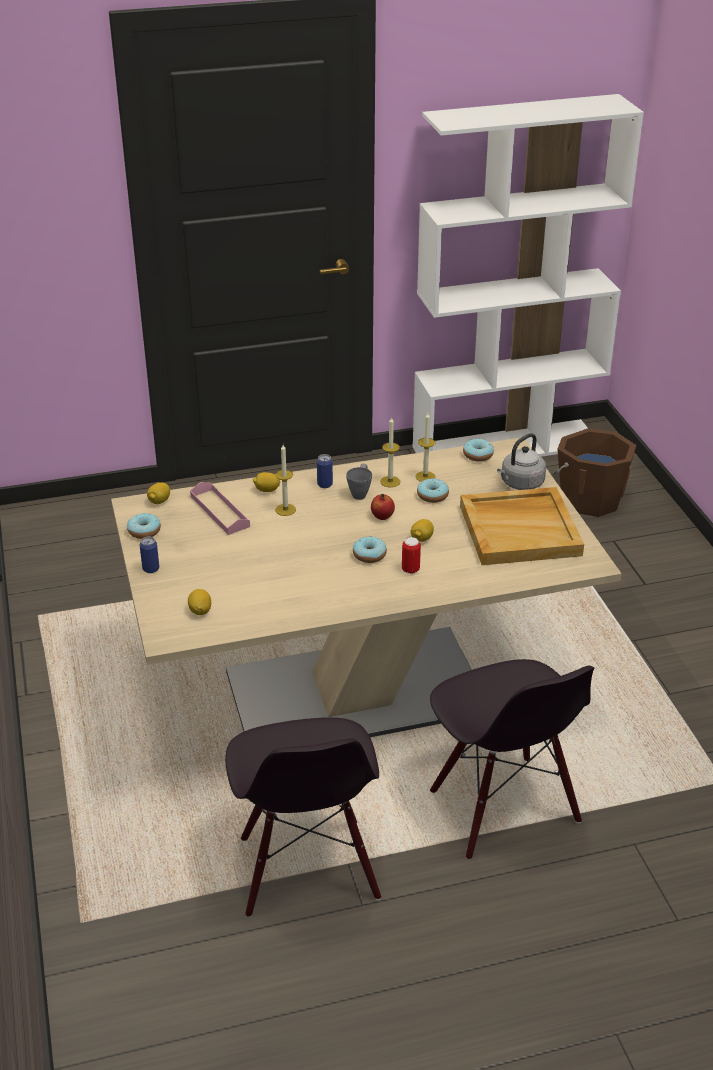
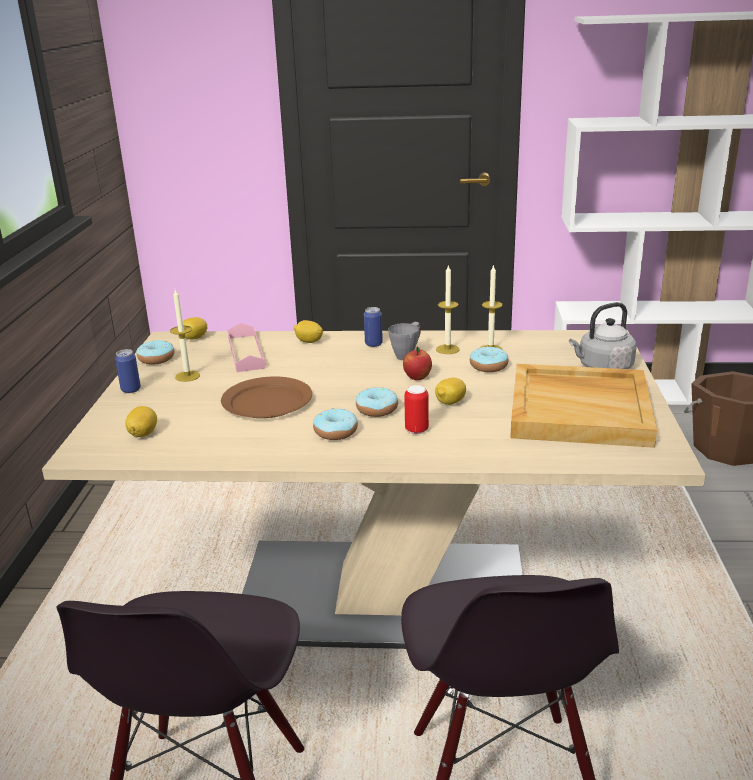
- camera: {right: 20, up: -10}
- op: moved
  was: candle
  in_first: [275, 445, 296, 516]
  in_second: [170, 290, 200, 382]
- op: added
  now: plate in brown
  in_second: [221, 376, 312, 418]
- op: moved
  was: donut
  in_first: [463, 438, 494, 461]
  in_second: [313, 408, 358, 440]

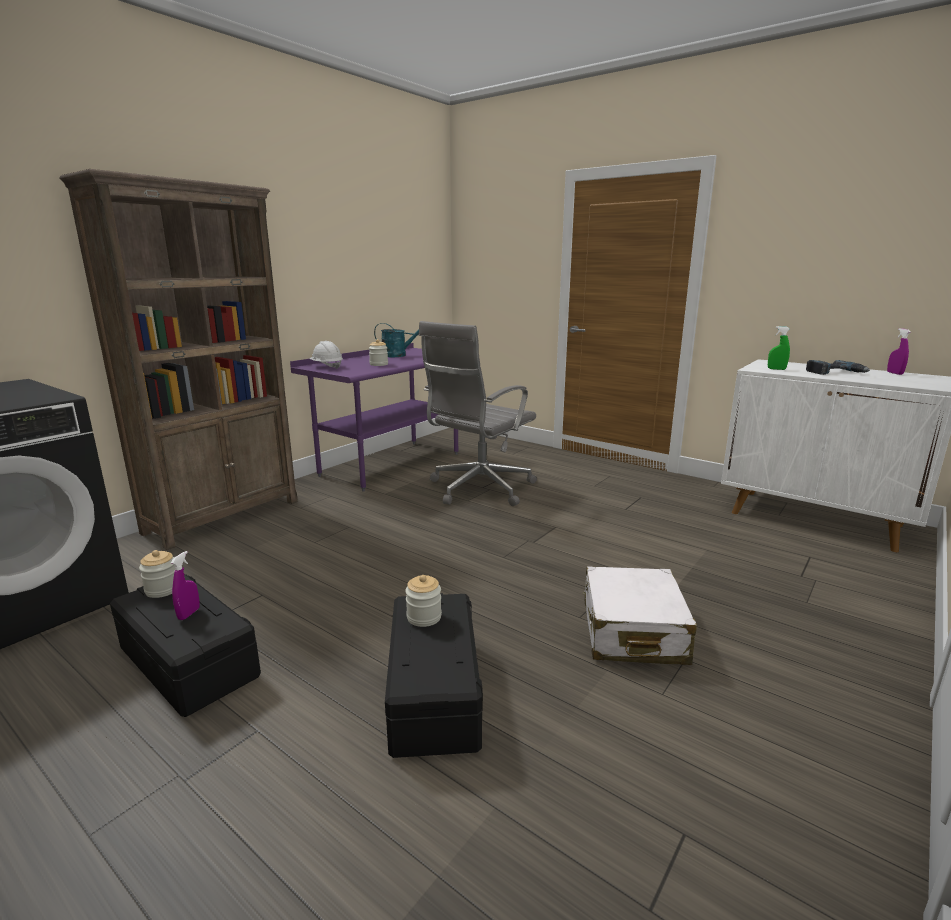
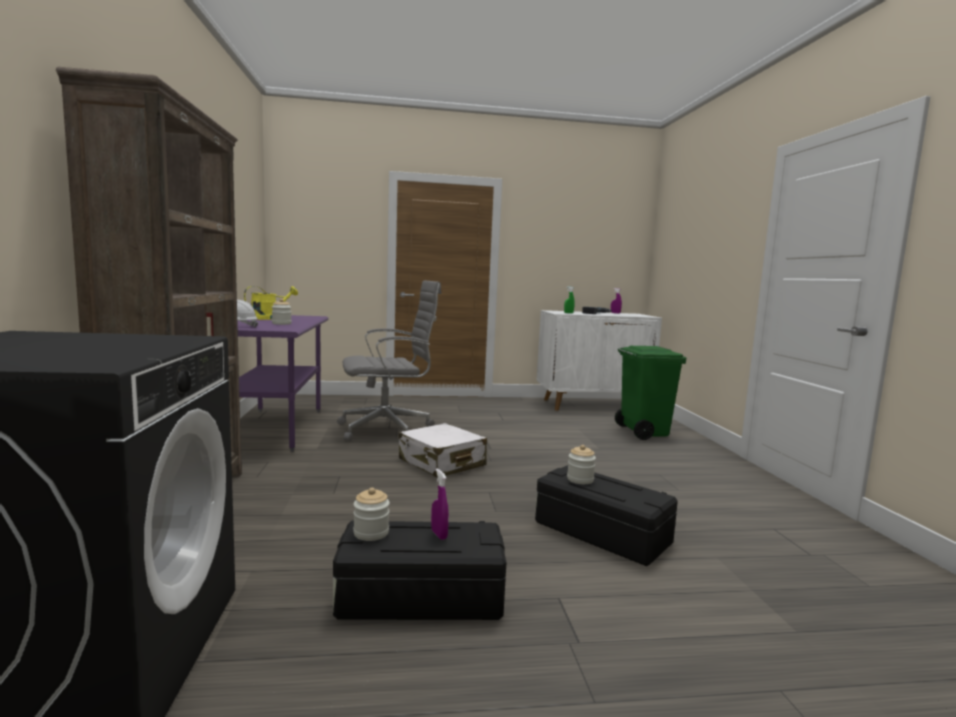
- camera: {right: -45, up: -10}
- op: recoloured
  was: watering can in turquoise
  now: watering can in yellow
  in_first: [374, 323, 419, 357]
  in_second: [244, 286, 298, 320]
- op: turned
  was: office chair in grey
  in_first: [419, 321, 537, 506]
  in_second: [337, 281, 441, 441]
  clockwise: -105
- op: moved
  was: suitcase in white
  in_first: [583, 566, 697, 665]
  in_second: [399, 423, 487, 478]
- op: added
  now: trash can in green
  in_second: [615, 346, 686, 440]

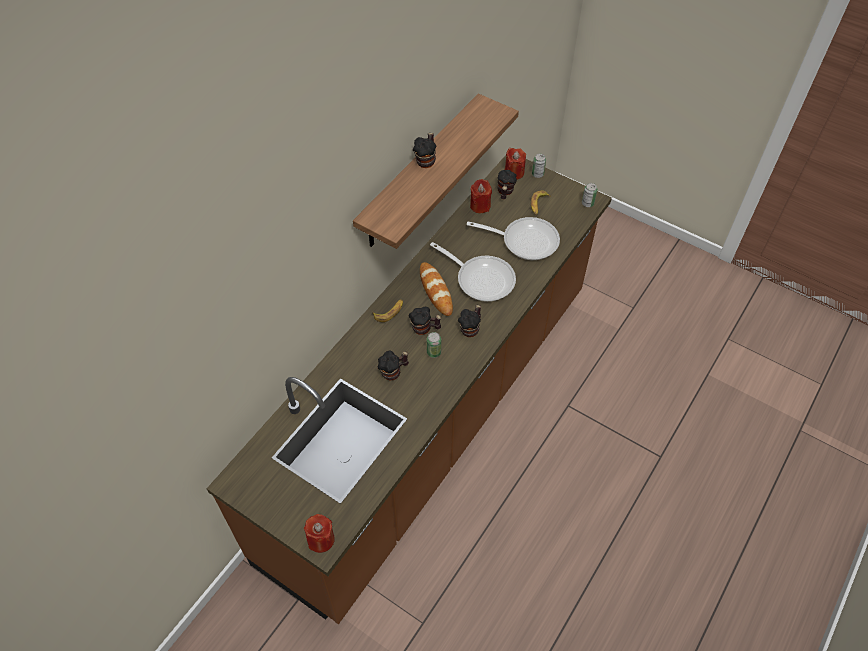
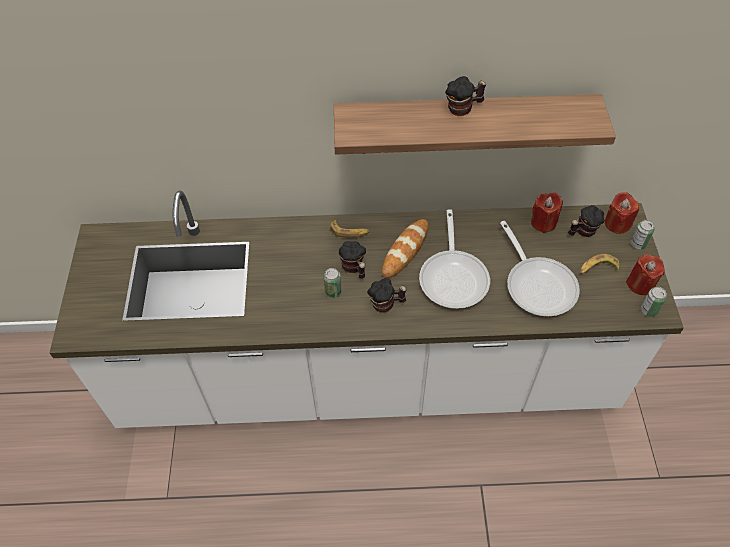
- camera: {right: 55, up: 0}
- op: recoloured
  was: counter in brown
  now: counter in white
  in_first: [207, 155, 612, 624]
  in_second: [50, 191, 684, 428]
- op: moved
  was: candle in red
  in_first: [304, 514, 335, 553]
  in_second: [626, 254, 665, 295]
- op: removed
  was: mug
  in_first: [378, 351, 409, 381]

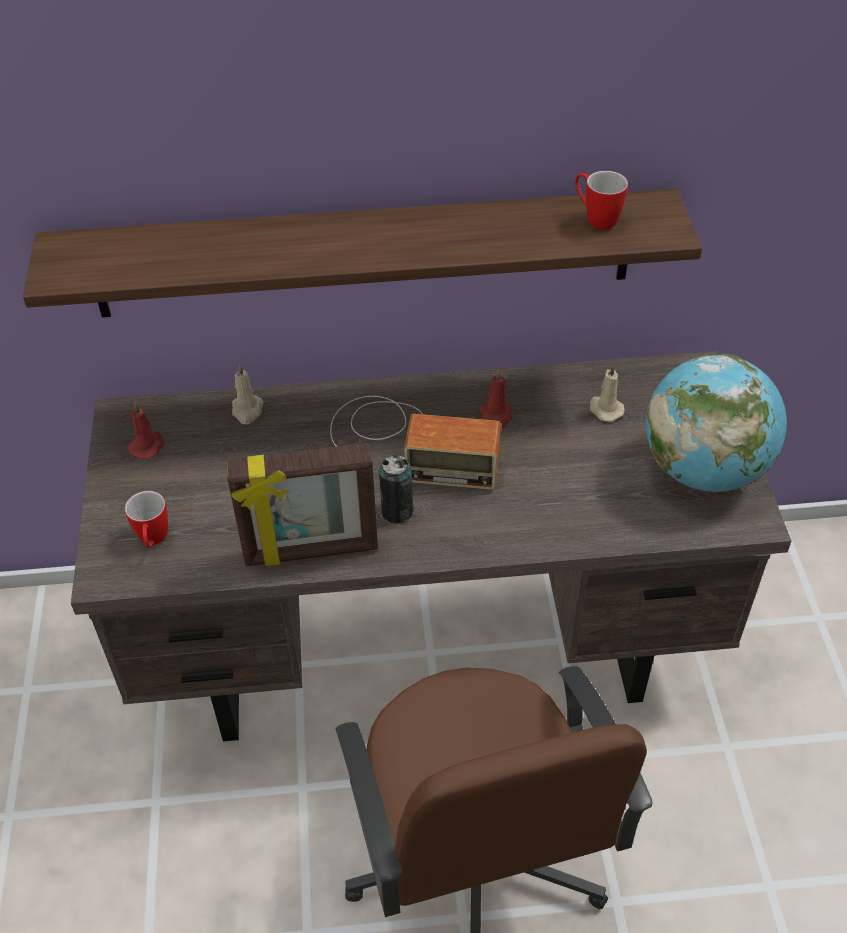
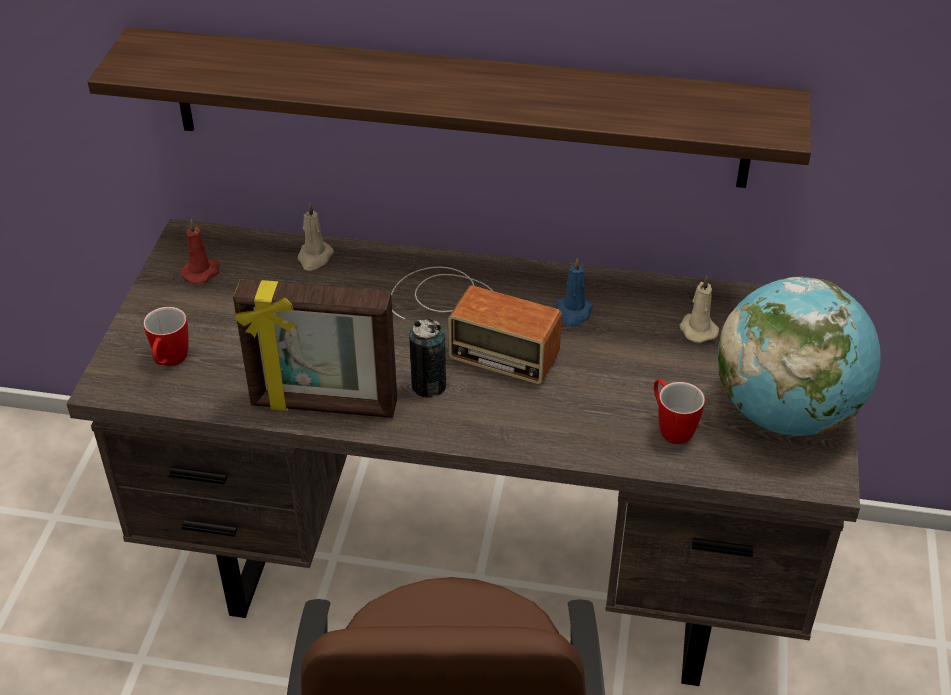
- camera: {right: 15, up: -5}
- op: recoloured
  was: candle in red
  now: candle in blue
  in_first: [480, 369, 512, 429]
  in_second: [558, 257, 593, 327]
- op: moved
  was: mug
  in_first: [575, 171, 628, 230]
  in_second: [654, 379, 705, 444]

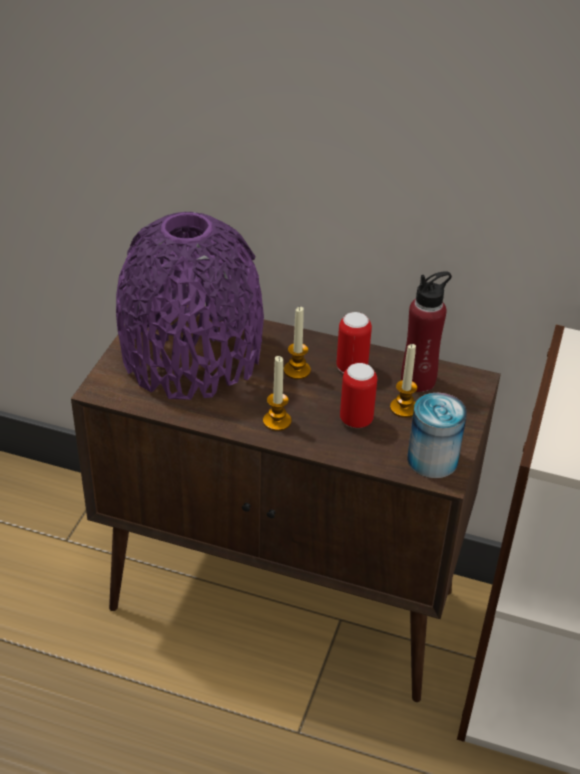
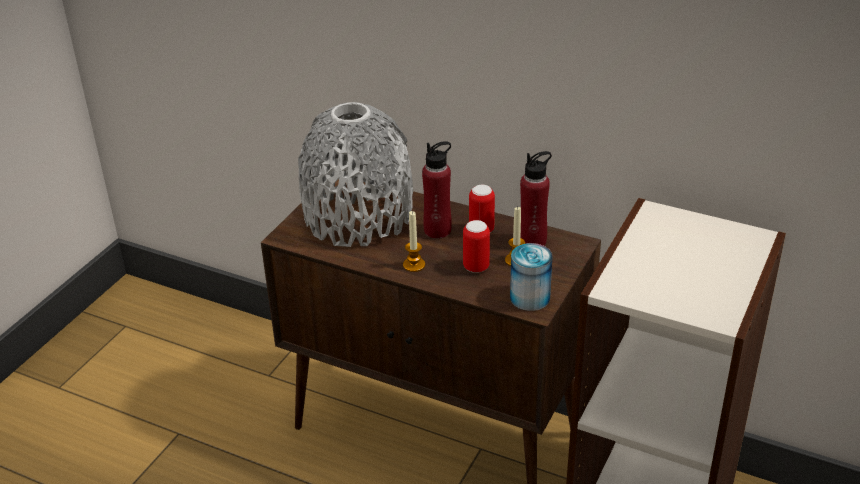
- camera: {right: 10, up: -5}
- op: recoloured
  was: vase in purple
  now: vase in grey
  in_first: [116, 212, 264, 400]
  in_second: [298, 102, 413, 247]
- op: replaced
  was: candle
  now: bottle in red
  in_first: [284, 307, 311, 379]
  in_second: [422, 141, 452, 239]

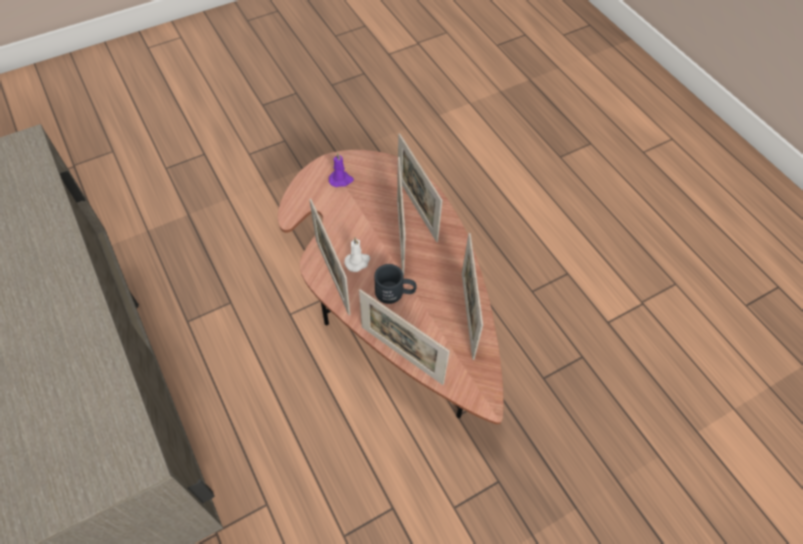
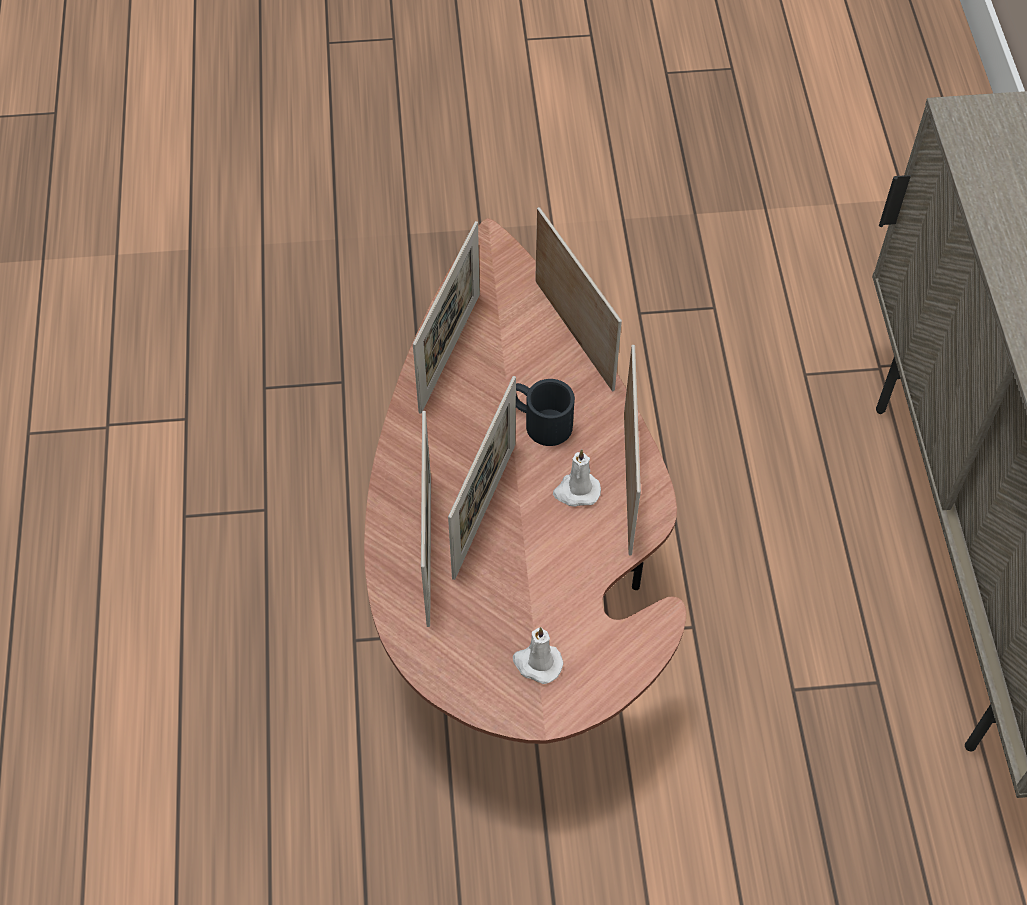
- camera: {right: -155, up: 0}
- op: recoloured
  was: candle in purple
  now: candle in white
  in_first: [329, 152, 354, 187]
  in_second: [513, 627, 563, 684]

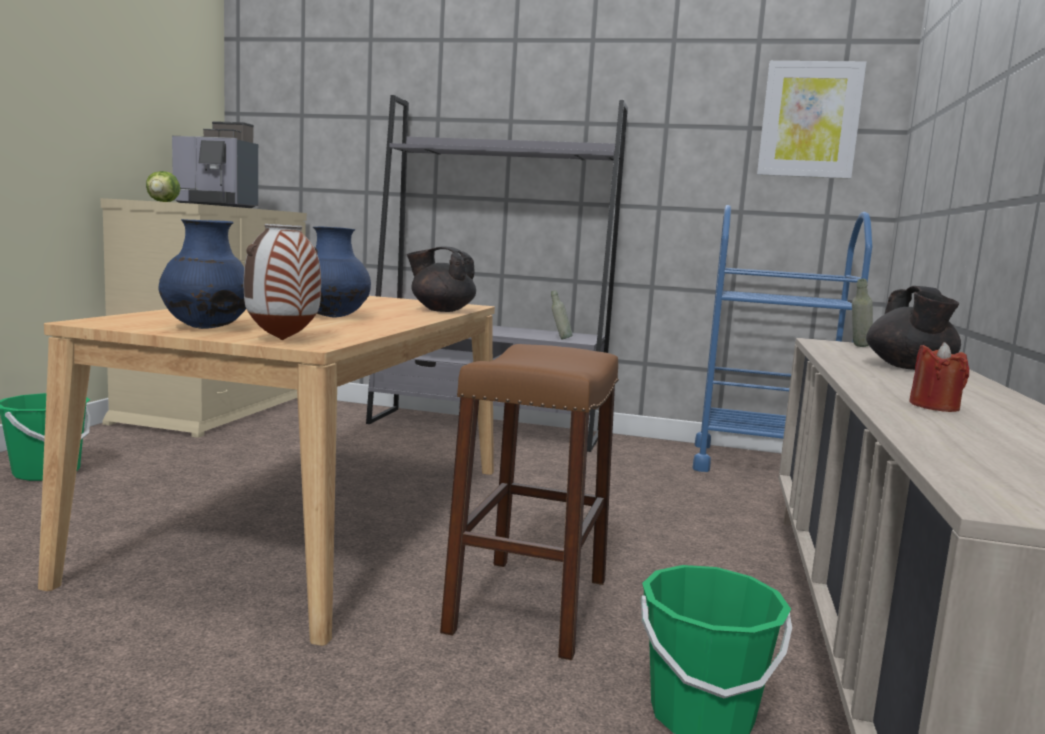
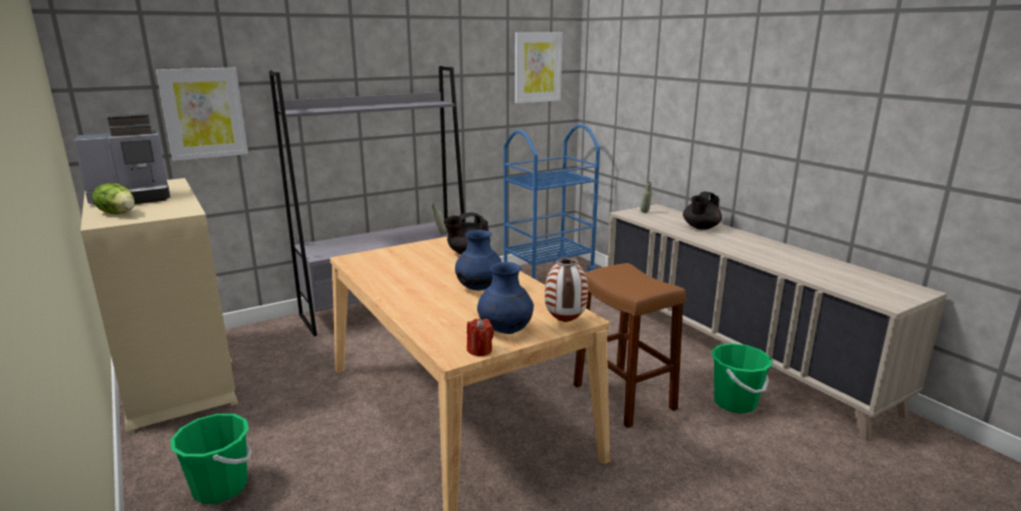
- camera: {right: -45, up: 10}
- op: added
  now: picture
  in_second: [156, 68, 248, 161]
- op: moved
  was: candle in red
  in_first: [909, 342, 969, 412]
  in_second: [467, 318, 494, 356]
- op: turned
  was: teapot in black
  in_first: [866, 286, 961, 370]
  in_second: [683, 191, 722, 230]
  clockwise: 75

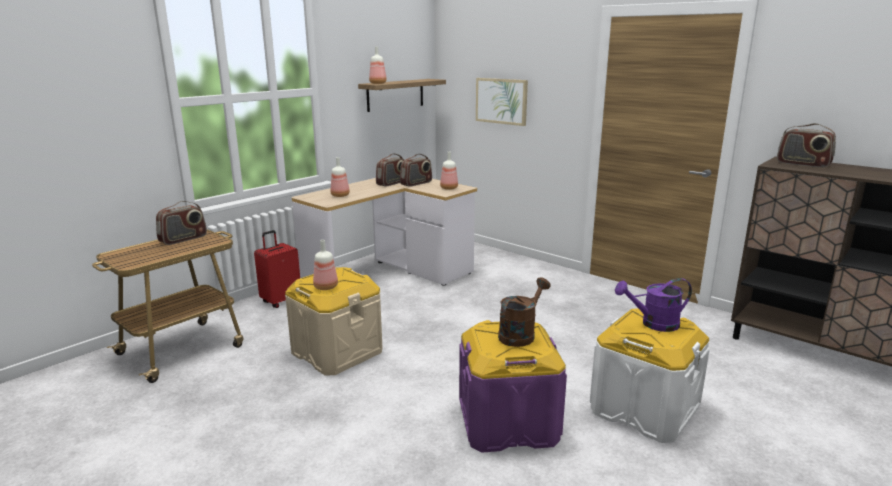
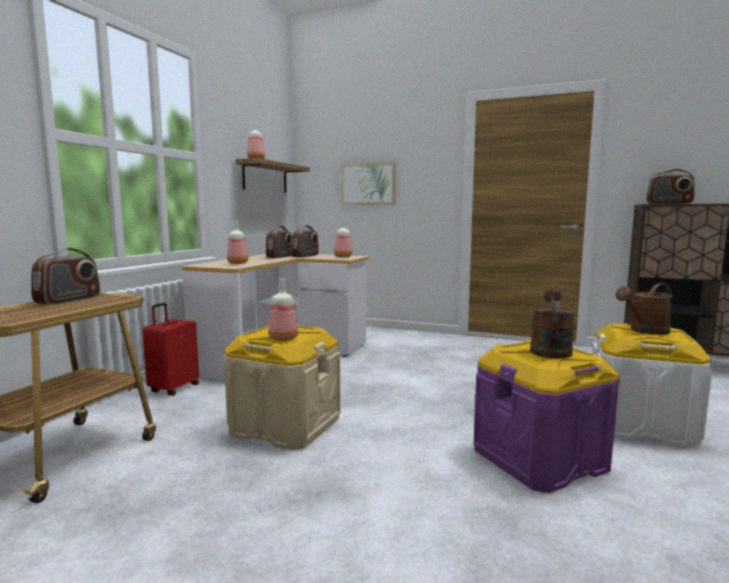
- camera: {right: -20, up: -10}
- op: recoloured
  was: watering can in purple
  now: watering can in brown
  in_first: [615, 278, 692, 332]
  in_second: [615, 283, 672, 335]

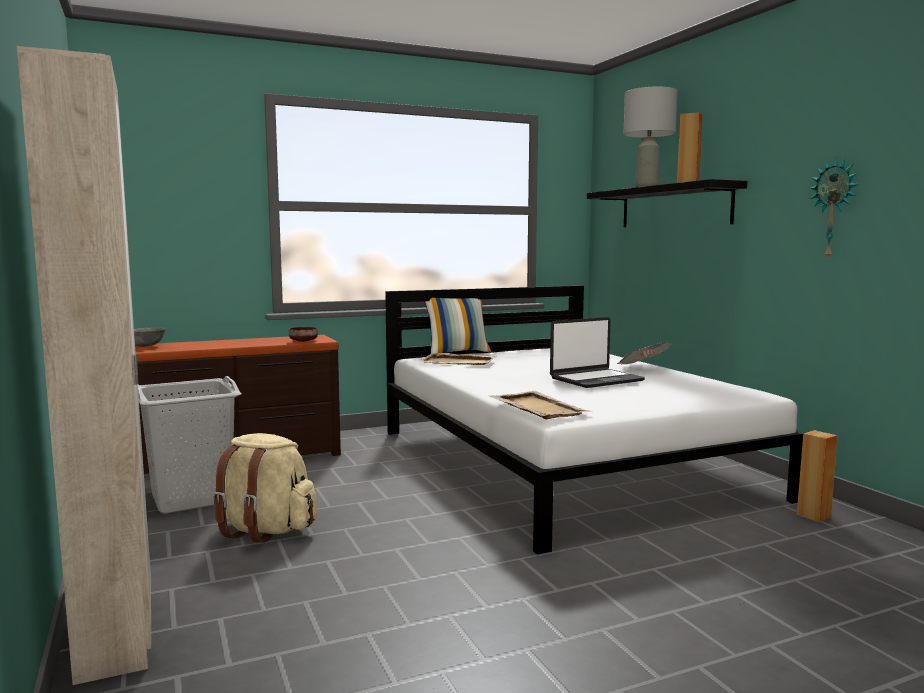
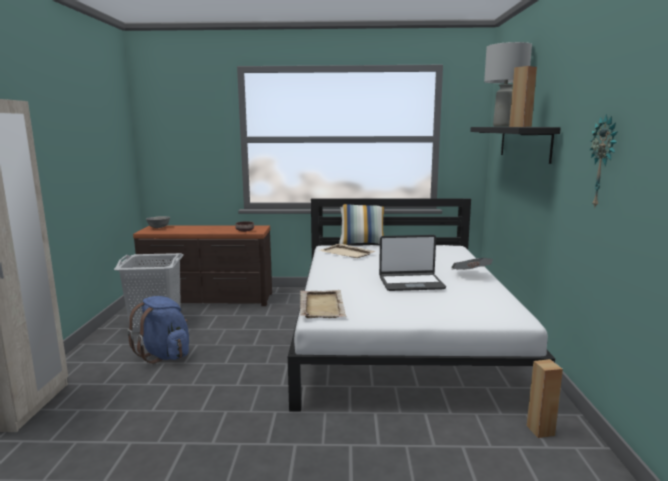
- camera: {right: 25, up: 5}
- op: recoloured
  was: backpack in beige
  now: backpack in blue
  in_first: [212, 433, 317, 543]
  in_second: [127, 296, 189, 364]

